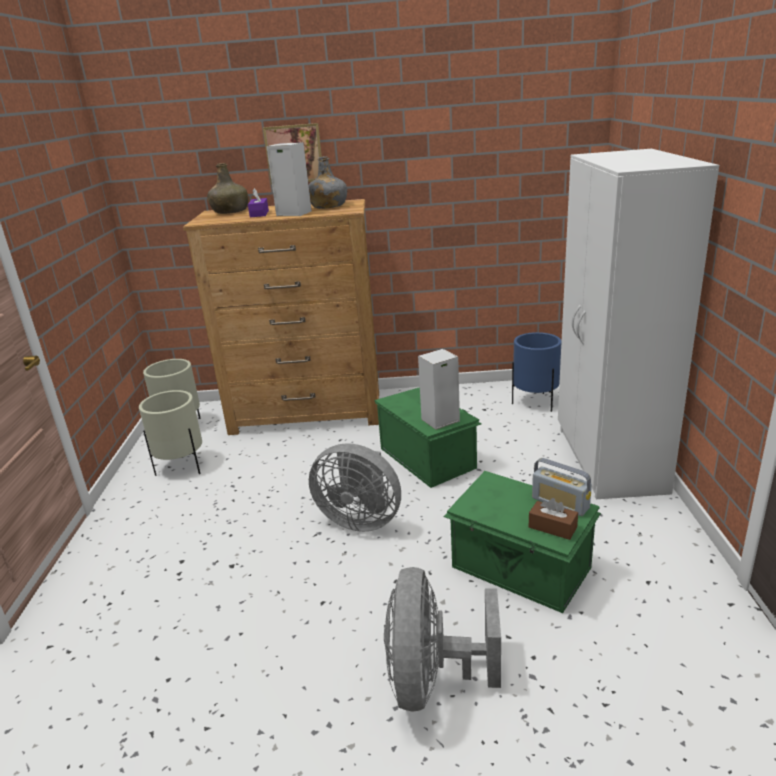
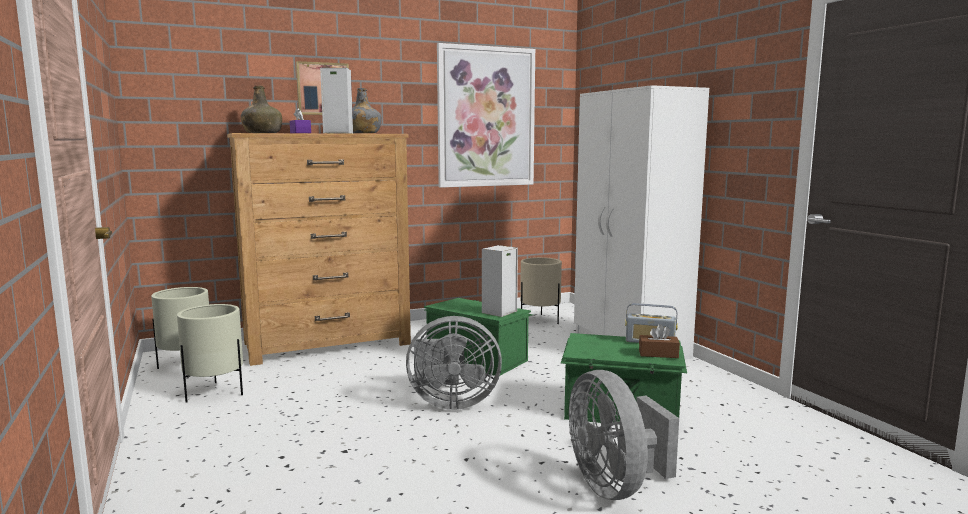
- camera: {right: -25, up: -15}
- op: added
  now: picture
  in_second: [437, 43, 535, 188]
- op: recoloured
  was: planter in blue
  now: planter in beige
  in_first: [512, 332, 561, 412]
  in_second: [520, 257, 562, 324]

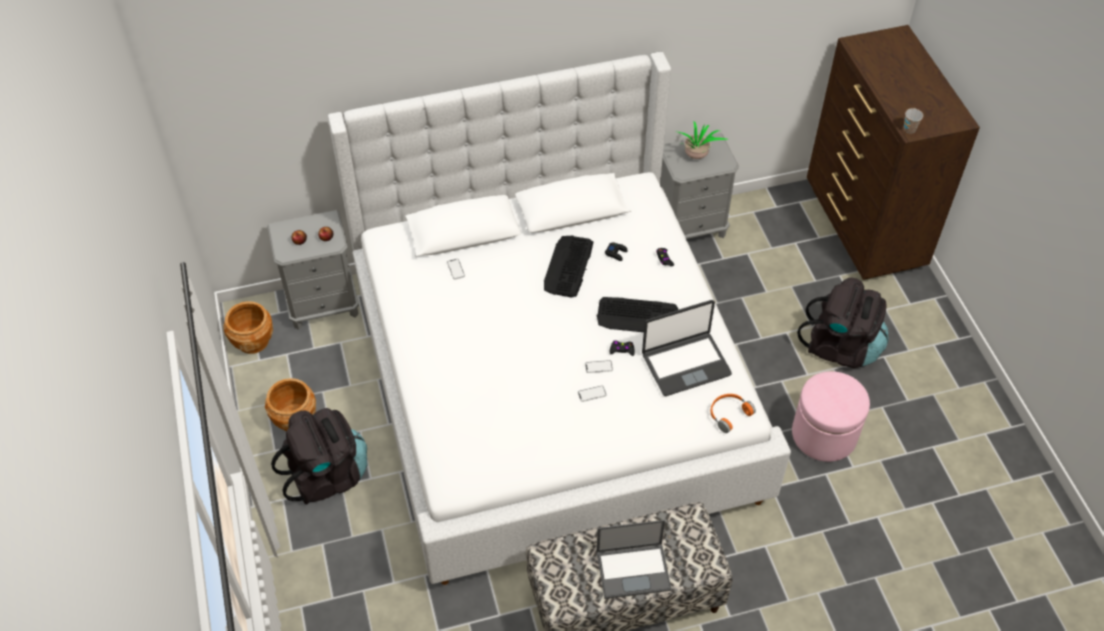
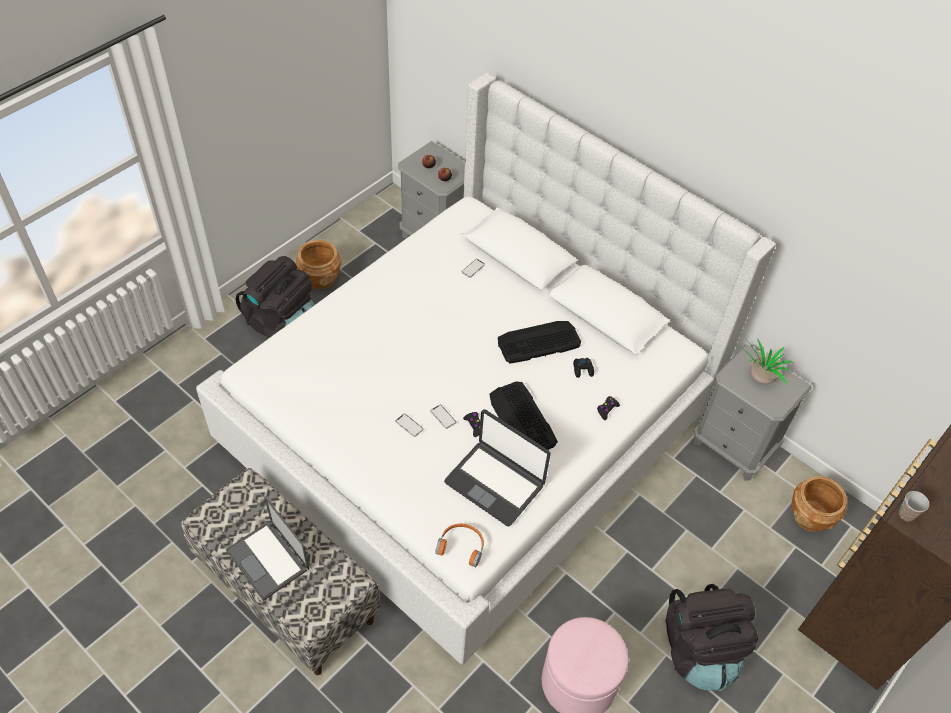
- camera: {right: 55, up: 0}
- op: moved
  was: planter in brown
  in_first: [223, 301, 273, 354]
  in_second: [792, 476, 847, 532]

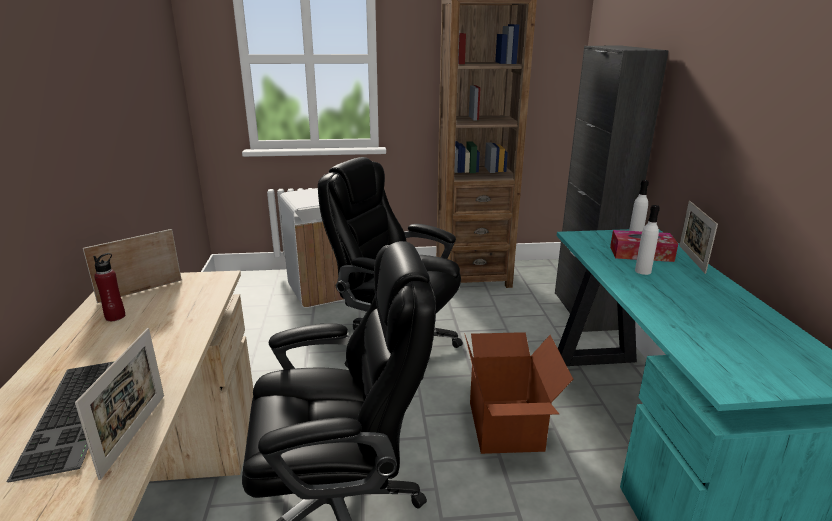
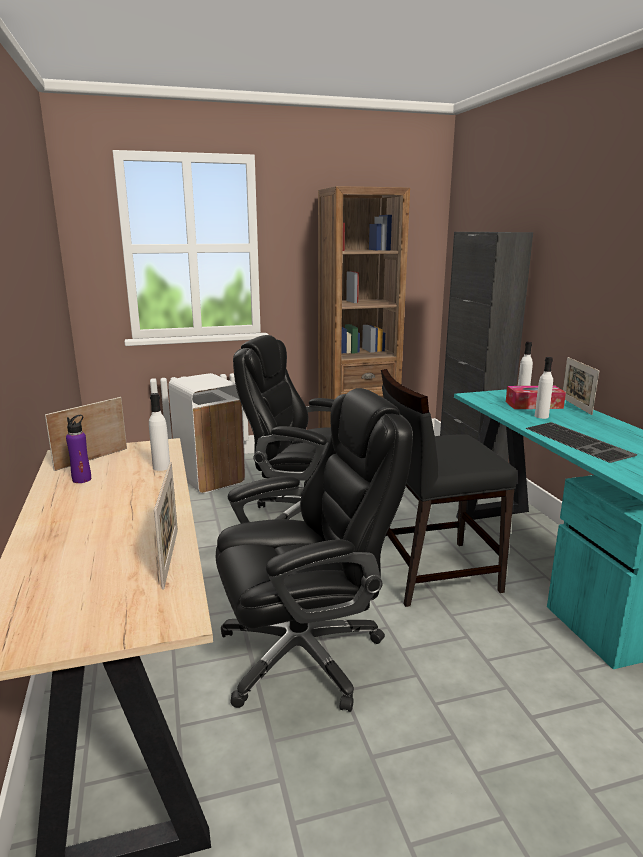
- camera: {right: -10, up: -5}
- op: recoloured
  was: bottle in red
  now: bottle in purple
  in_first: [93, 253, 125, 321]
  in_second: [66, 415, 91, 483]
- op: added
  now: bottle in white
  in_second: [149, 393, 170, 471]
- op: replaced
  was: cardboard box
  now: chair in black
  in_first: [464, 332, 573, 454]
  in_second: [381, 369, 518, 607]
- op: moved
  was: keyboard
  in_first: [7, 361, 115, 482]
  in_second: [526, 422, 637, 463]

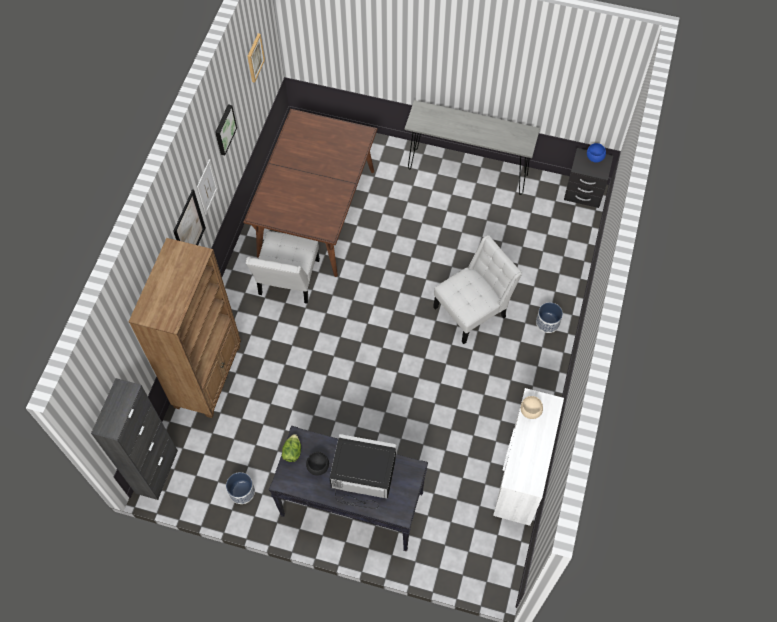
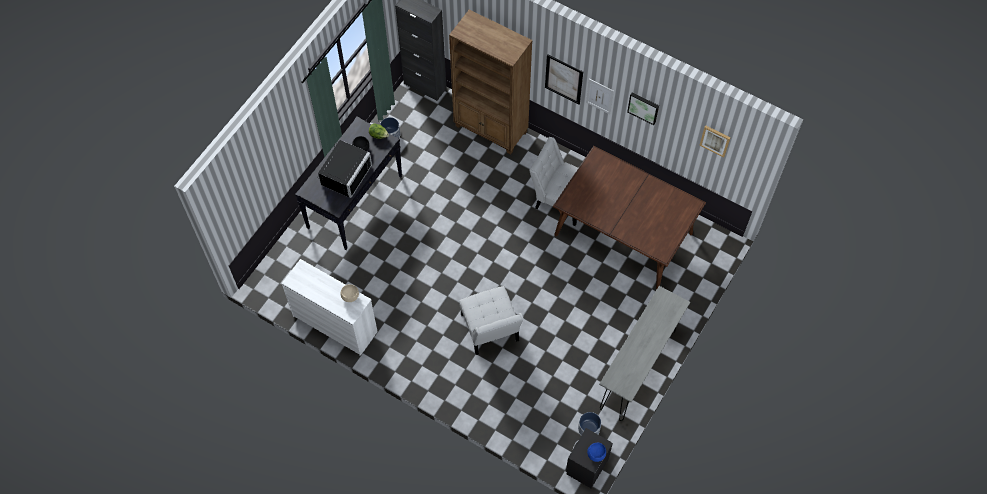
- camera: {right: 105, up: 0}
- op: moved
  was: planter
  in_first: [536, 302, 563, 333]
  in_second: [578, 412, 601, 436]

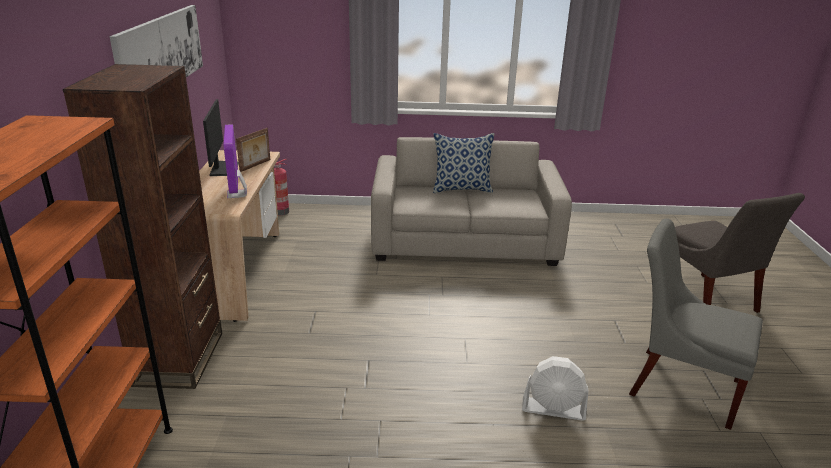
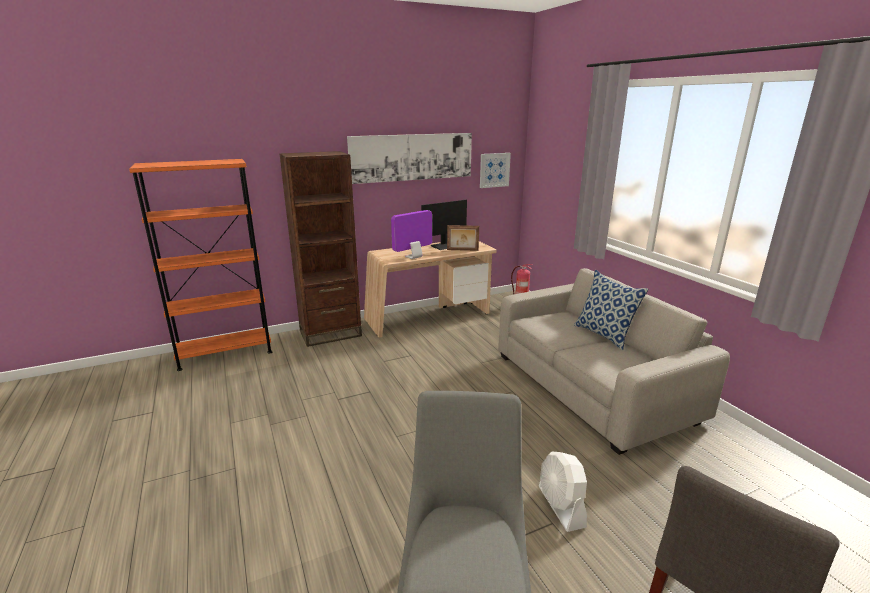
- camera: {right: 65, up: -5}
- op: added
  now: picture
  in_second: [480, 153, 511, 188]
- op: moved
  was: fan in white
  in_first: [522, 356, 589, 421]
  in_second: [539, 452, 587, 532]

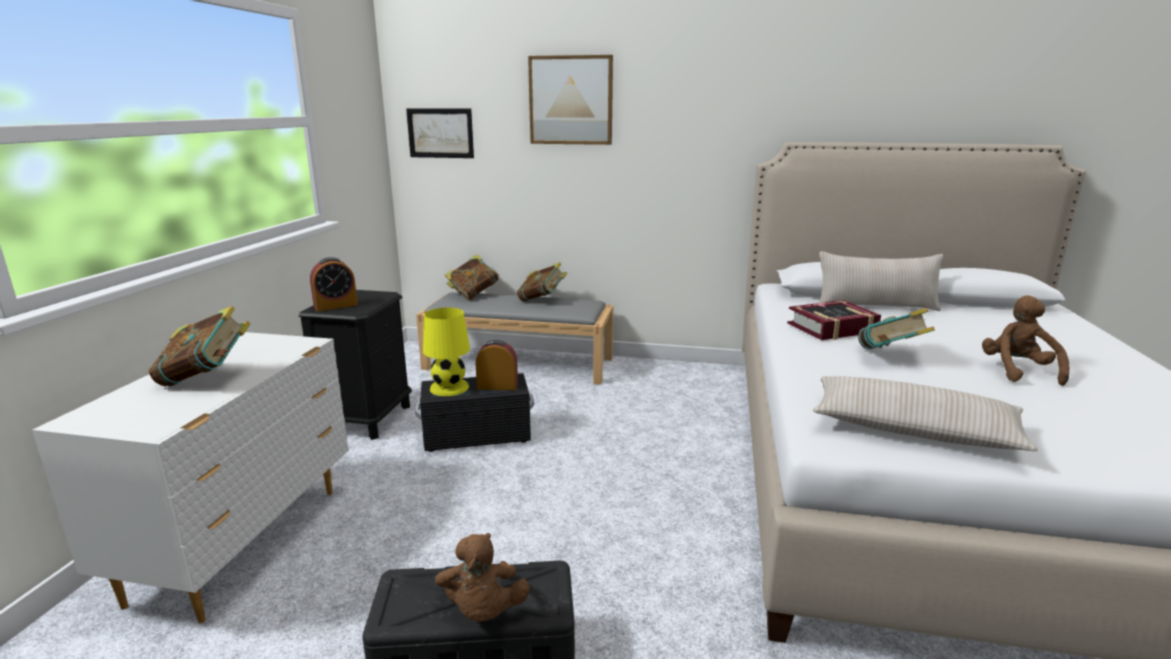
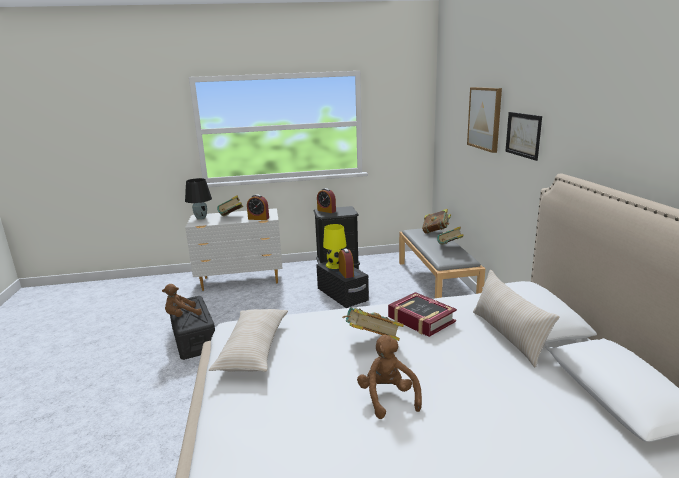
- camera: {right: 70, up: 0}
- op: added
  now: table lamp in black
  in_second: [185, 178, 212, 220]
- op: added
  now: alarm clock
  in_second: [247, 194, 269, 220]
- op: turned
  was: plush toy in brown
  in_first: [982, 295, 1069, 386]
  in_second: [357, 335, 422, 419]
  clockwise: -90
- op: moved
  was: picture
  in_first: [406, 108, 474, 158]
  in_second: [505, 112, 542, 161]

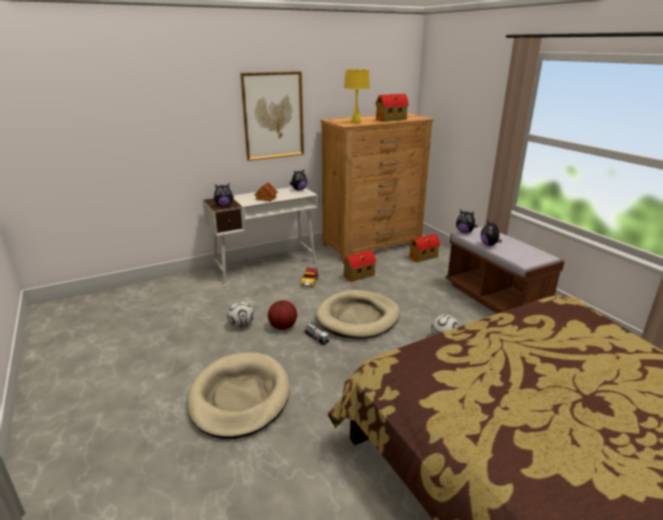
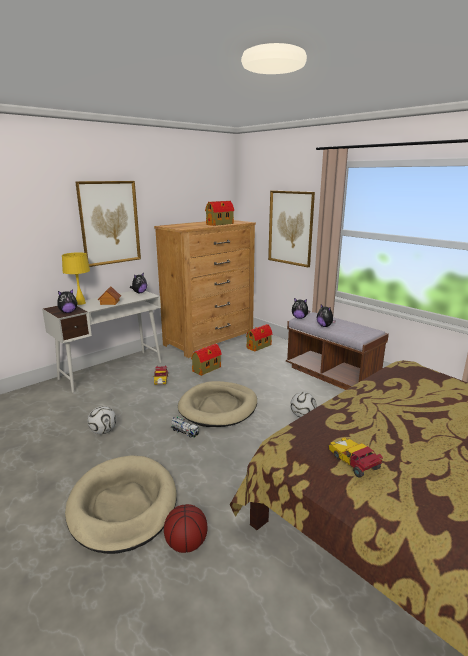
- camera: {right: -15, up: -5}
- op: moved
  was: table lamp in yellow
  in_first: [344, 68, 370, 123]
  in_second: [62, 252, 90, 305]
- op: moved
  was: basketball
  in_first: [268, 300, 297, 330]
  in_second: [164, 504, 208, 553]
- op: added
  now: picture
  in_second: [268, 191, 315, 267]
- op: added
  now: toy car
  in_second: [329, 437, 383, 478]

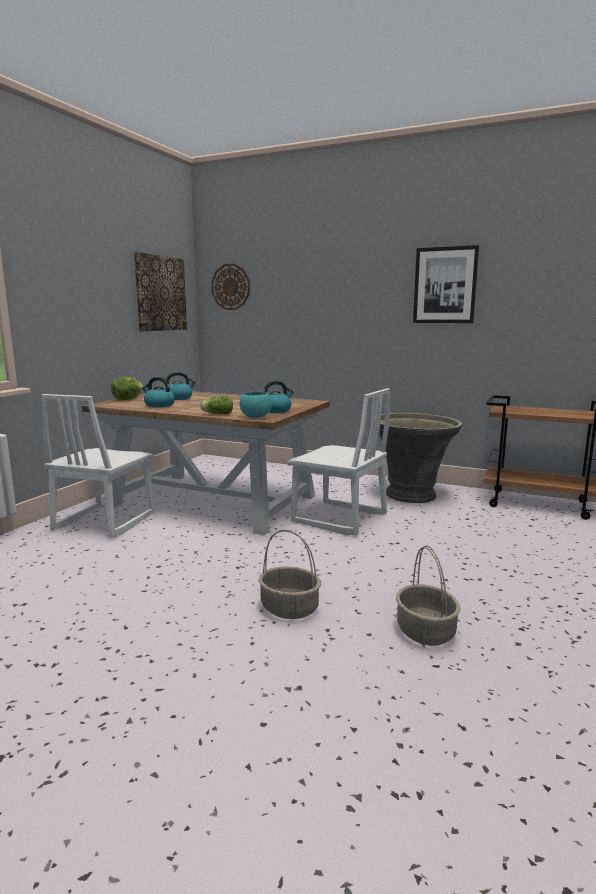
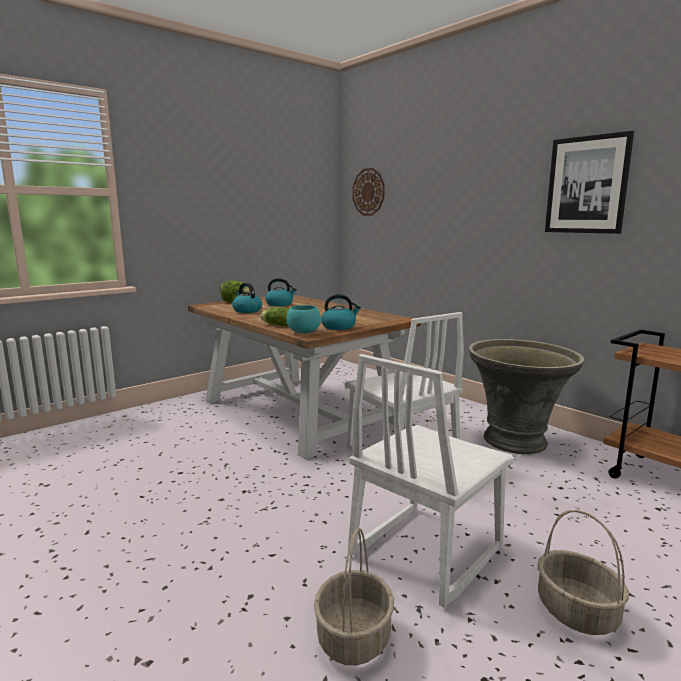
- camera: {right: 25, up: 0}
- op: moved
  was: chair in white
  in_first: [42, 394, 155, 538]
  in_second: [348, 354, 514, 608]
- op: moved
  was: basket
  in_first: [258, 530, 321, 619]
  in_second: [537, 510, 629, 635]
- op: removed
  was: picture
  in_first: [133, 252, 187, 331]

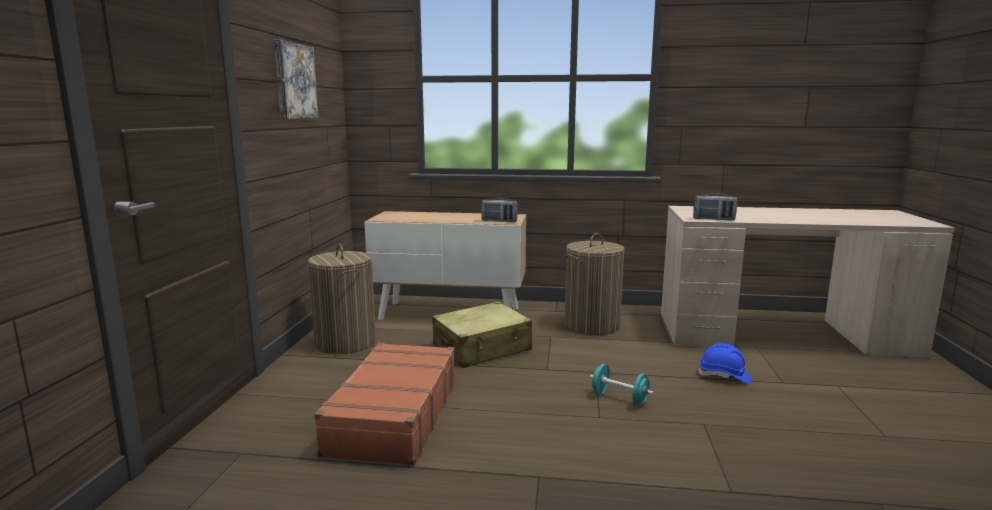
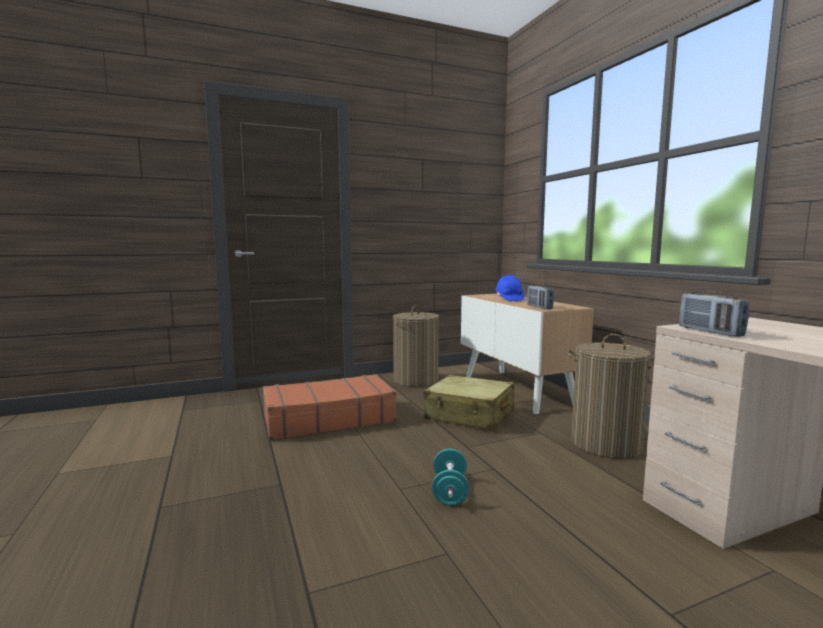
- camera: {right: 60, up: -5}
- op: moved
  was: hard hat in blue
  in_first: [698, 343, 751, 383]
  in_second: [495, 275, 524, 301]
- op: removed
  was: picture
  in_first: [274, 39, 319, 119]

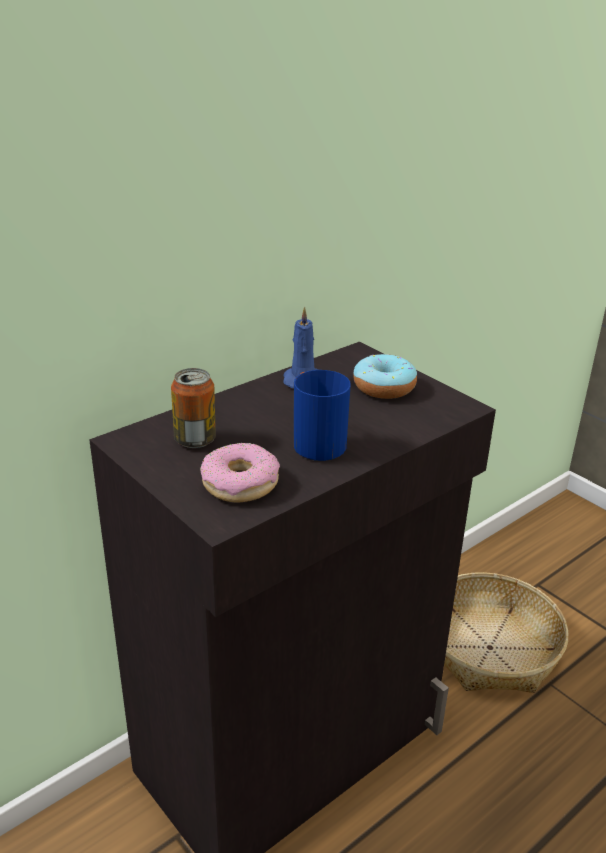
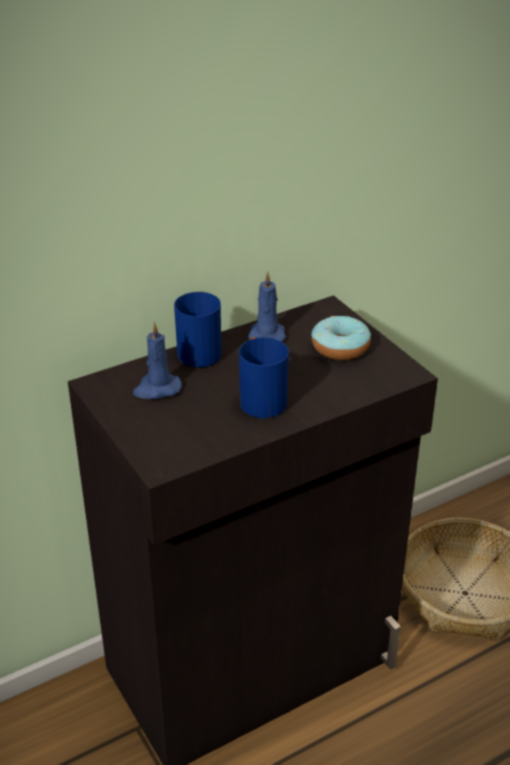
- camera: {right: 10, up: 5}
- op: replaced
  was: can
  now: candle in blue
  in_first: [171, 368, 216, 448]
  in_second: [133, 322, 182, 399]
- op: added
  now: mug in blue
  in_second: [174, 292, 221, 368]
- op: removed
  was: donut
  in_first: [200, 443, 280, 503]

